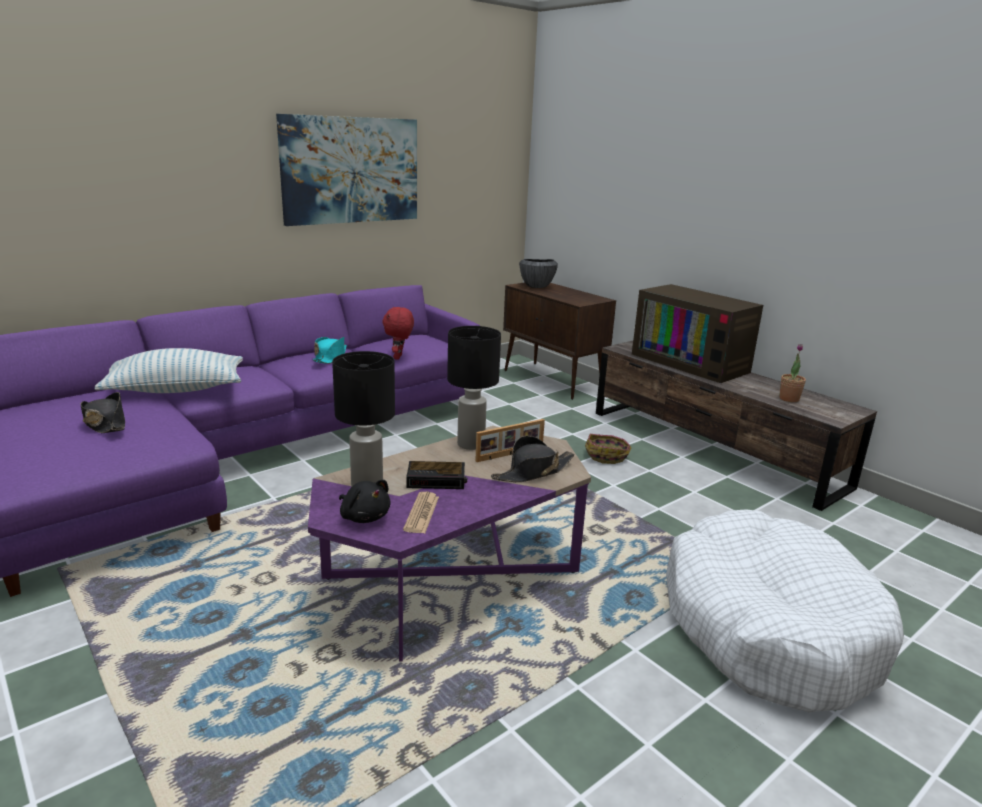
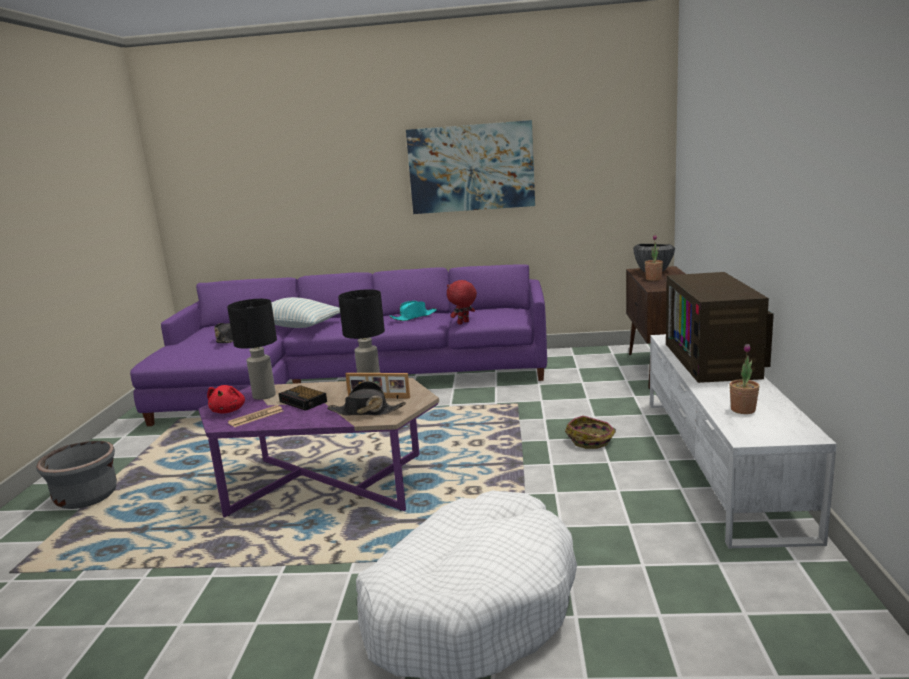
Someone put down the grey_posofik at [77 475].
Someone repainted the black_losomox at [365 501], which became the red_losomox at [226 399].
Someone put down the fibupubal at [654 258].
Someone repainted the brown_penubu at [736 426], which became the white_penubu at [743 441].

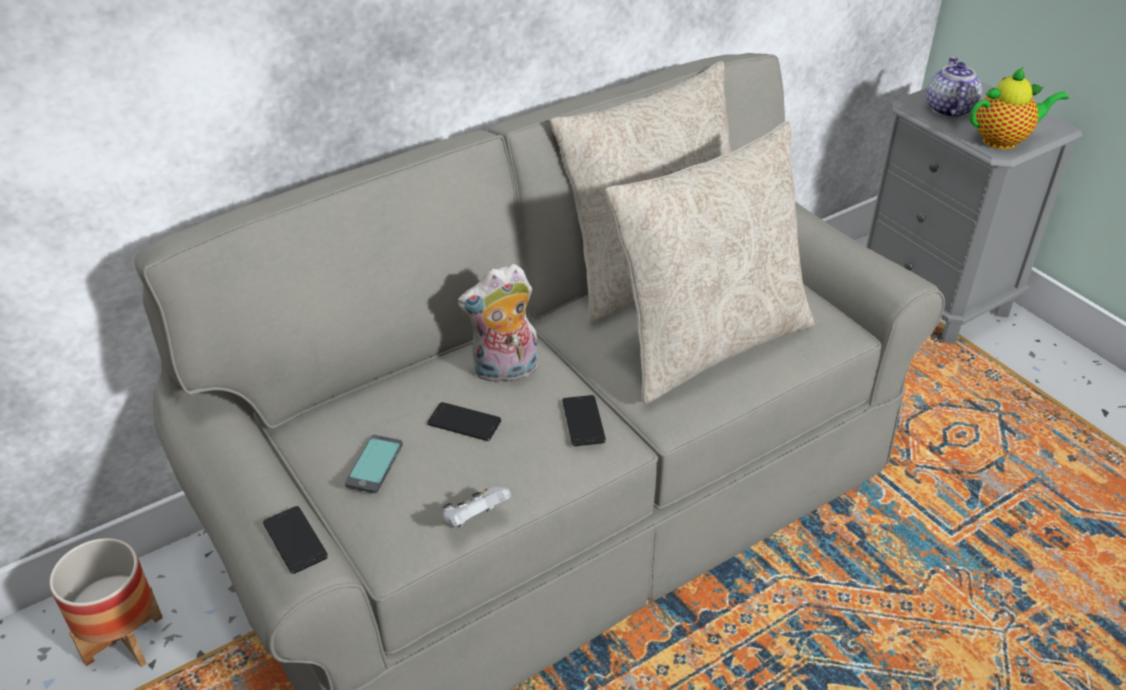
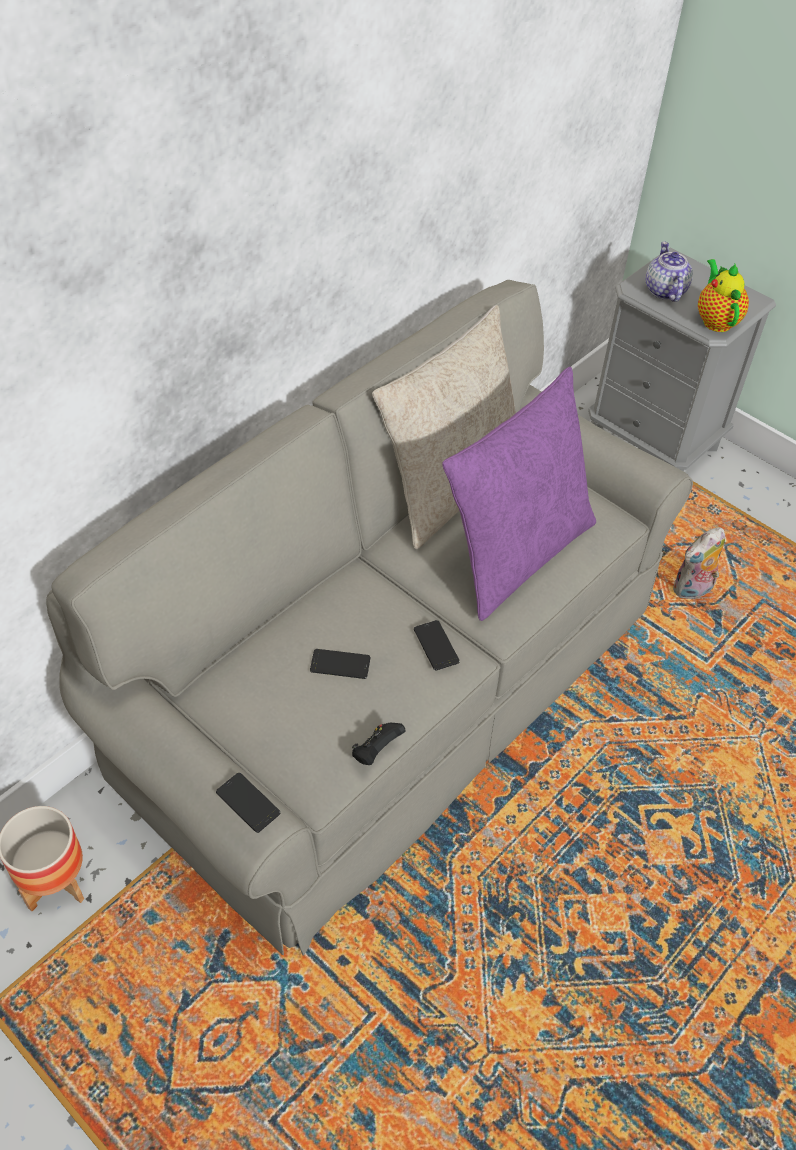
Someone repainted the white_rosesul at [477 507], which became the black_rosesul at [379 744].
Someone repainted the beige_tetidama at [710 262], which became the purple_tetidama at [519 494].
Someone carried the losomox from [497 324] to [699 563].
Someone rotated the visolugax at [1019 108] by 75 degrees counterclockwise.
Someone took away the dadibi at [374 464].

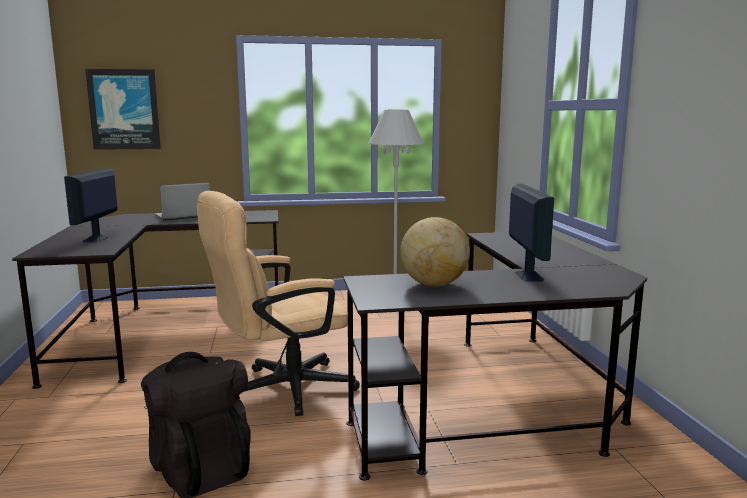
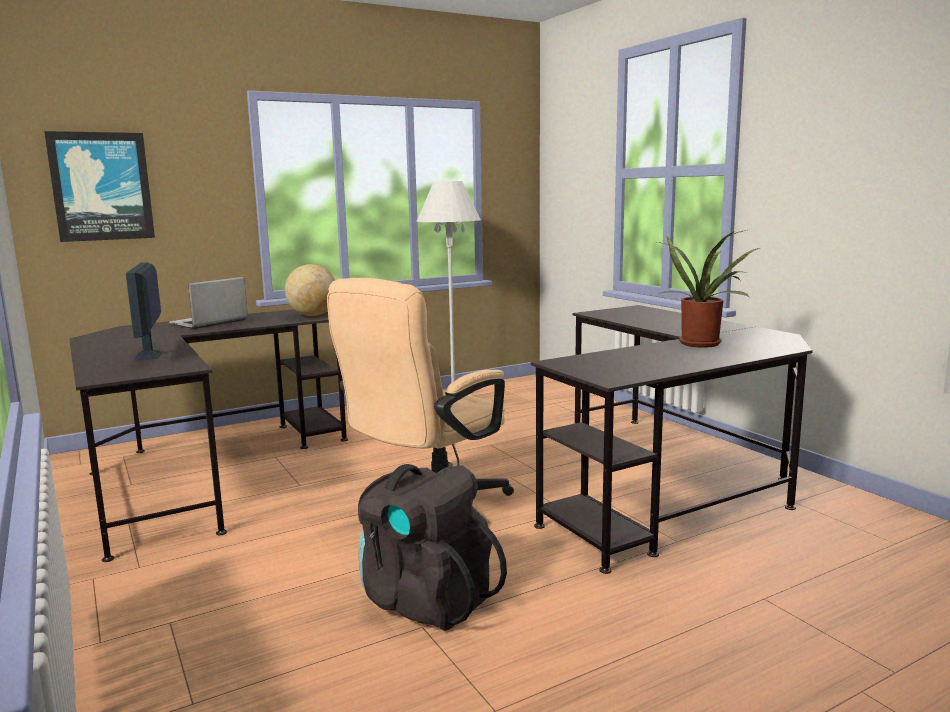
Someone carried the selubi from [435 251] to [310 290].
Someone swapped the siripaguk at [531 233] for the fibupubal at [709 289].

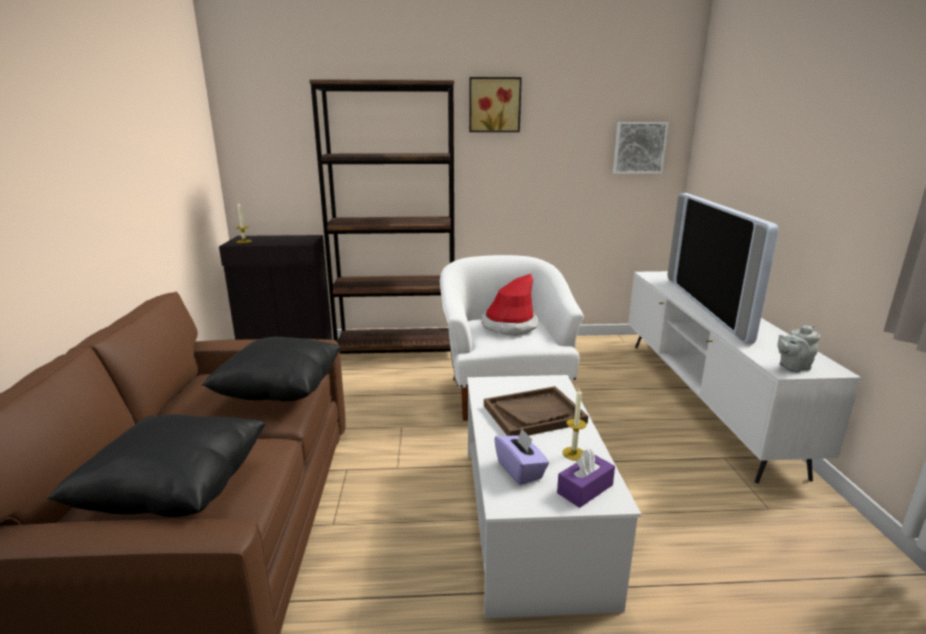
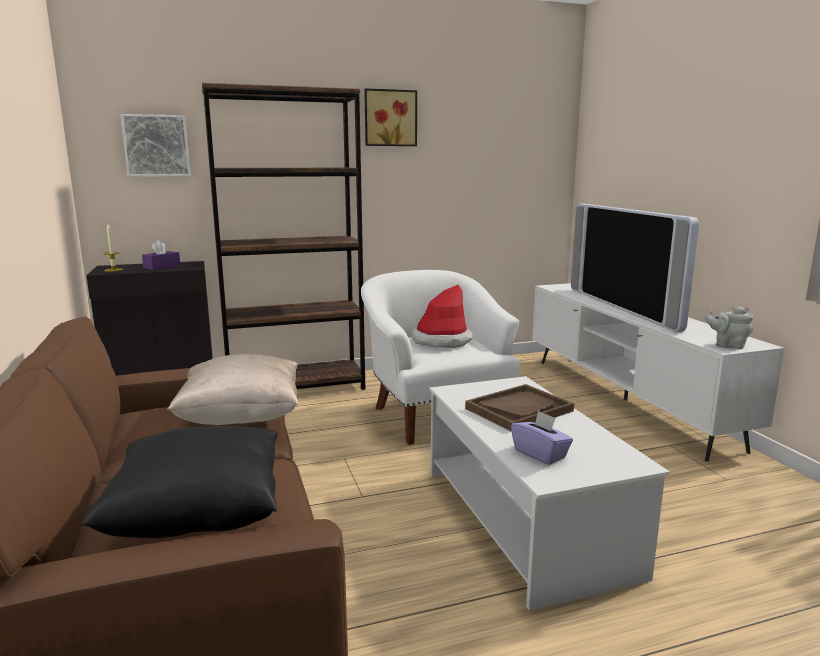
Someone carried the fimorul from [641 148] to [155 145].
Someone carried the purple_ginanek from [586 478] to [161 255].
Someone repainted the black_tetidama at [272 369], which became the beige_tetidama at [233 389].
Someone rotated the grey_visolugax at [799 348] by 60 degrees clockwise.
Someone took away the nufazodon at [575 424].

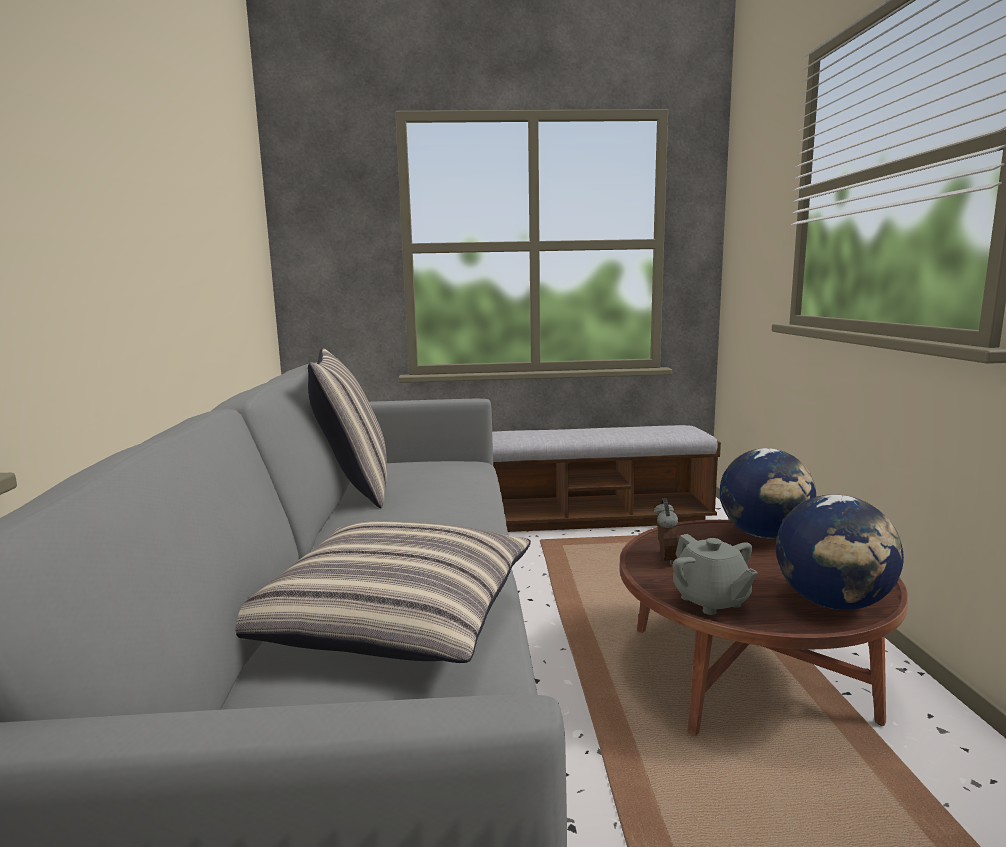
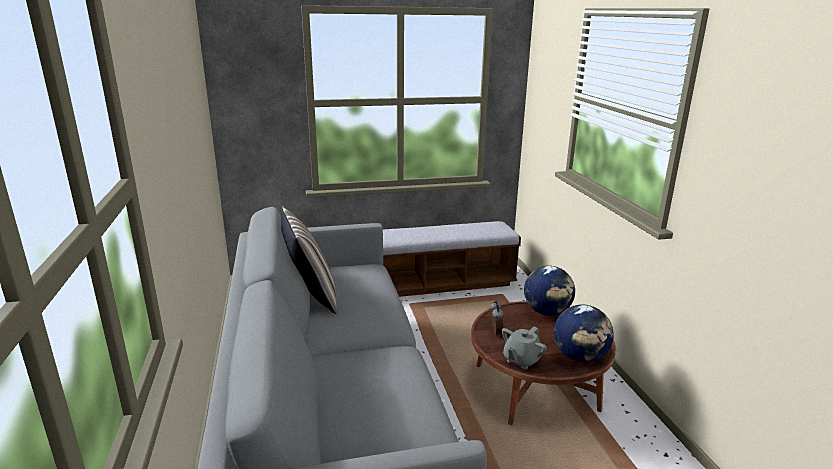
Someone rotated the grey_visolugax at [715 574] by 75 degrees clockwise.
Someone took away the tetidama at [383 591].

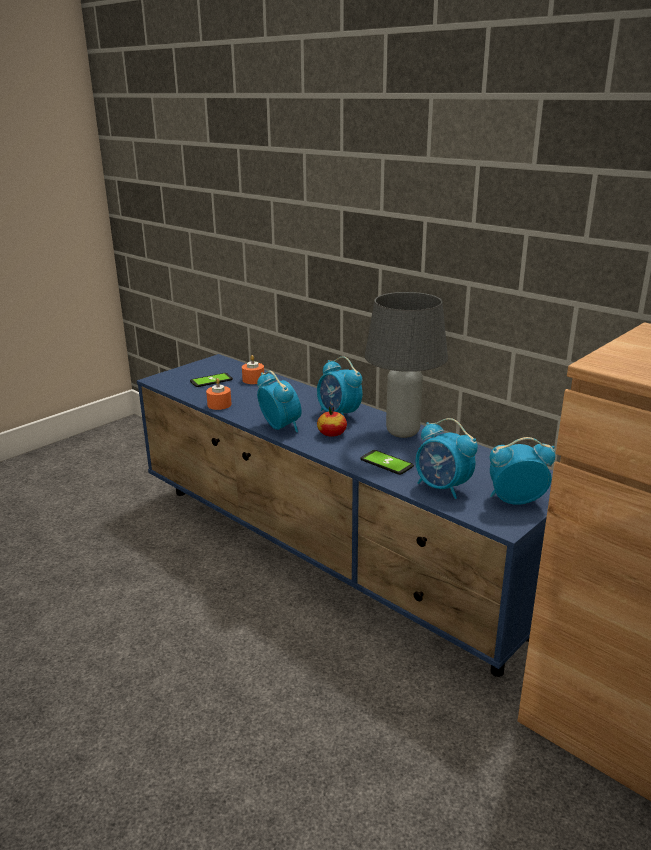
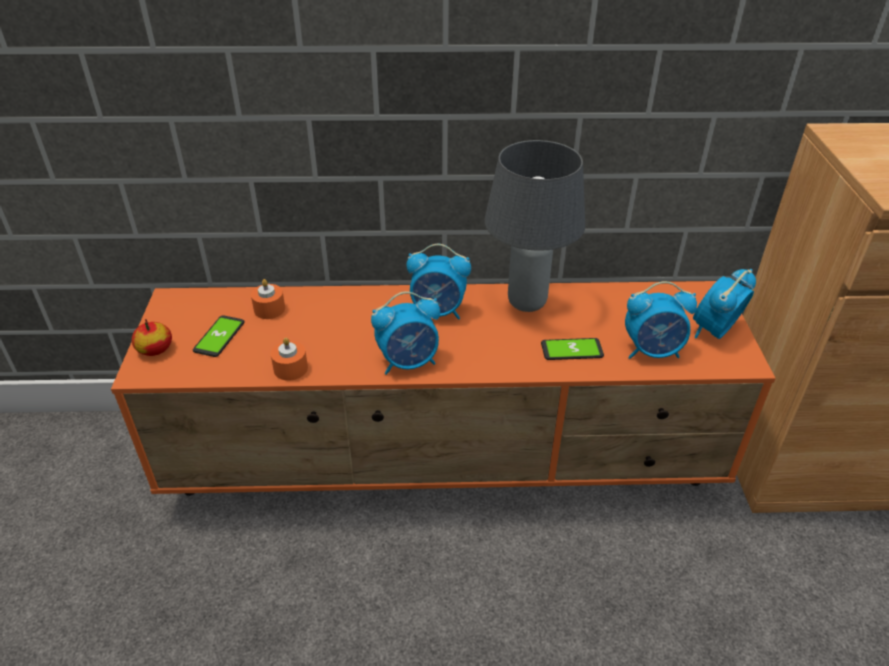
Someone repainted the blue_penubu at [345 515], which became the orange_penubu at [443 388].
Someone carried the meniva from [332 422] to [152 337].
Someone rotated the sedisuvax at [279 401] by 150 degrees clockwise.

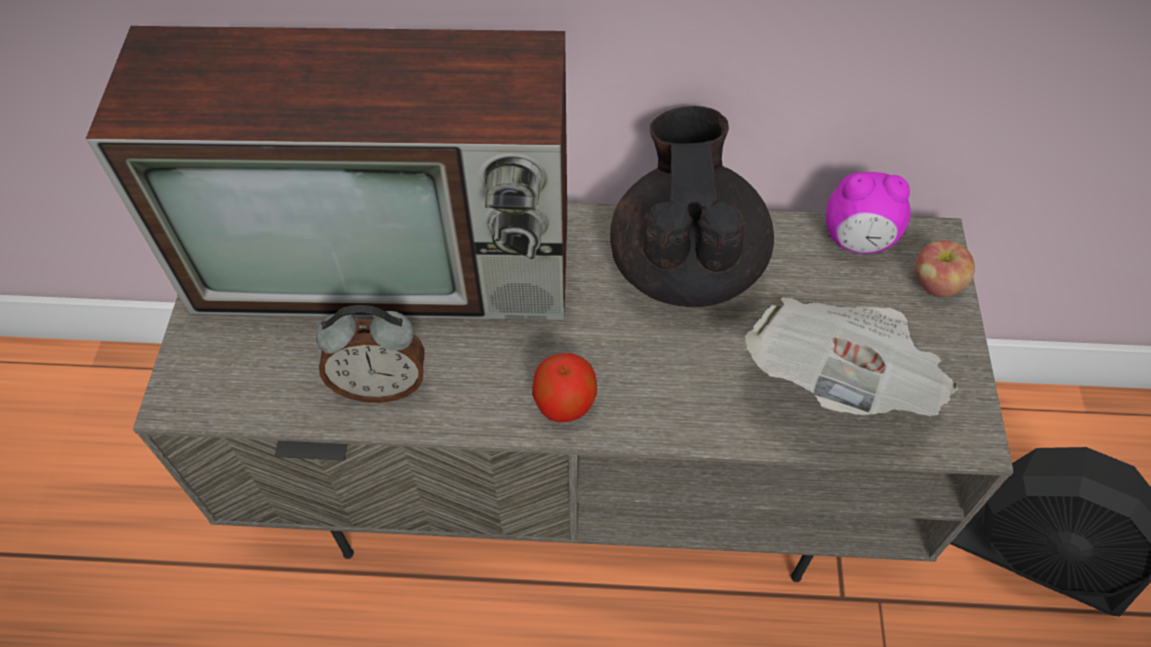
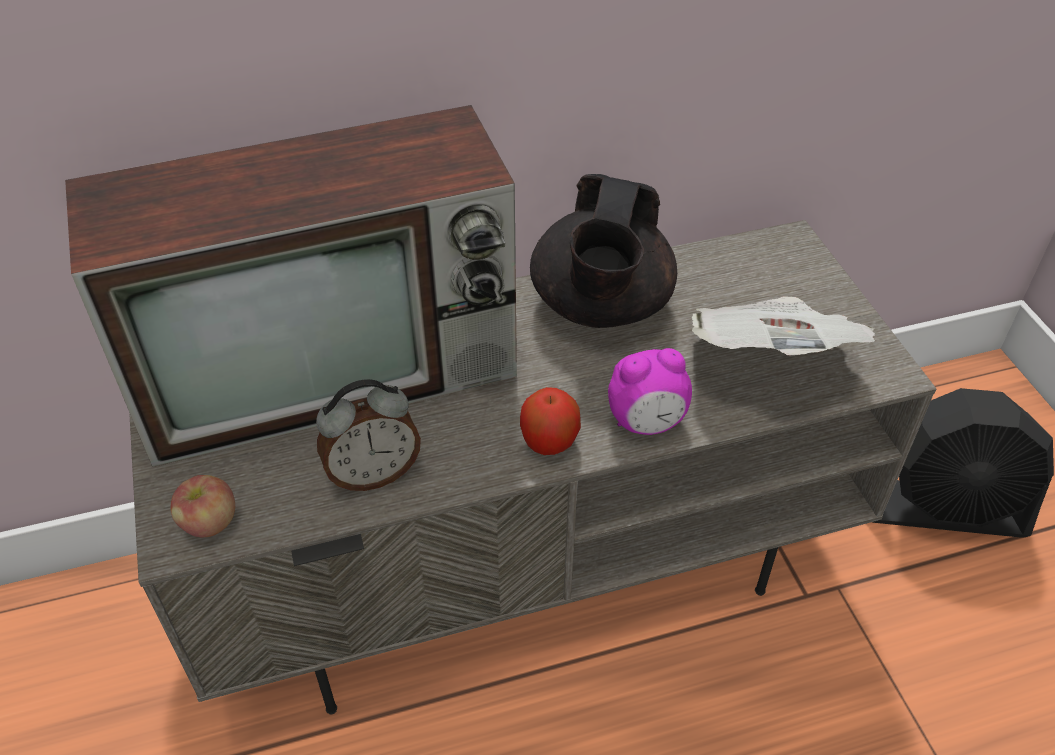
Someone carried the meniva from [945 269] to [202 506].
Someone rotated the black_visolugax at [692 206] by 150 degrees counterclockwise.
Someone carried the sedisuvax from [868 213] to [650 391].

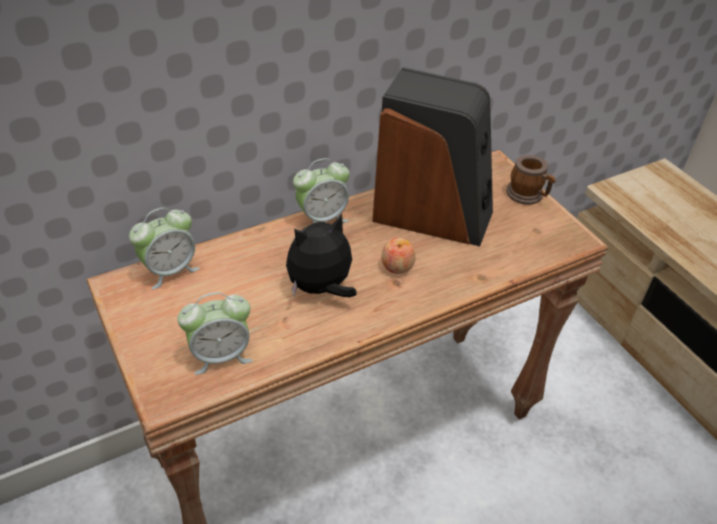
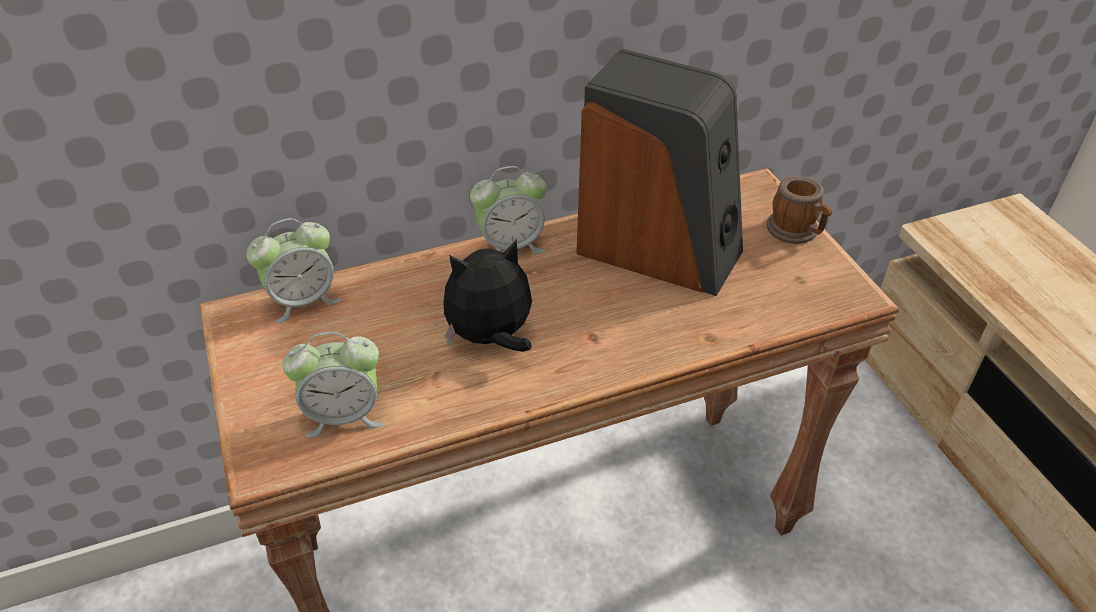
Someone took away the meniva at [399 256].

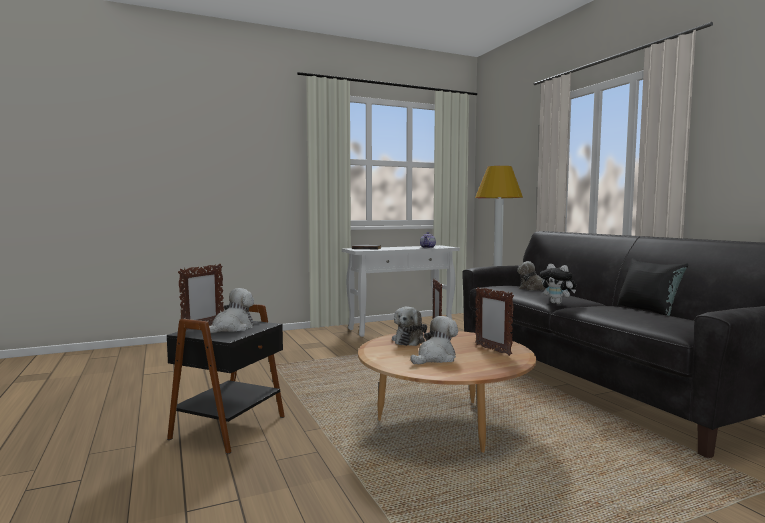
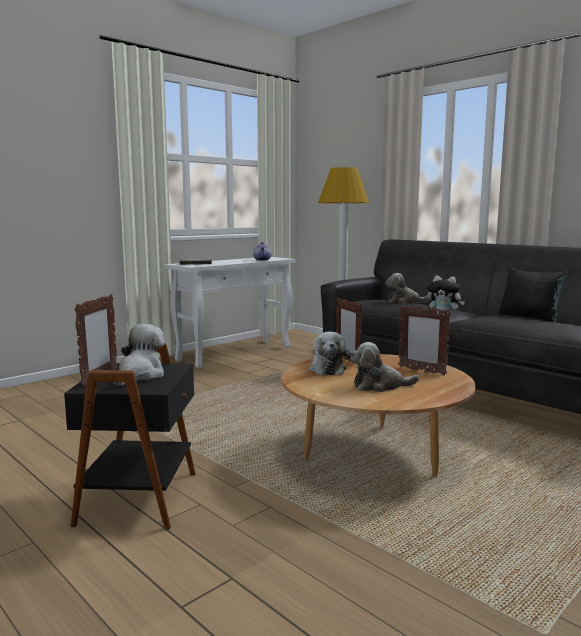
Someone rotated the losomox at [434 340] by 120 degrees counterclockwise.

